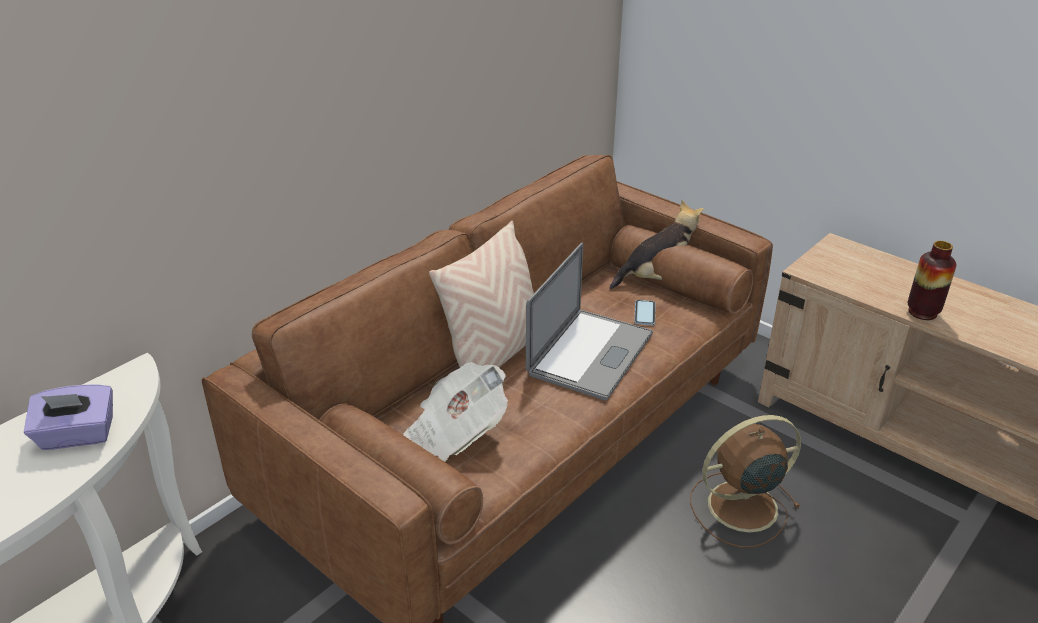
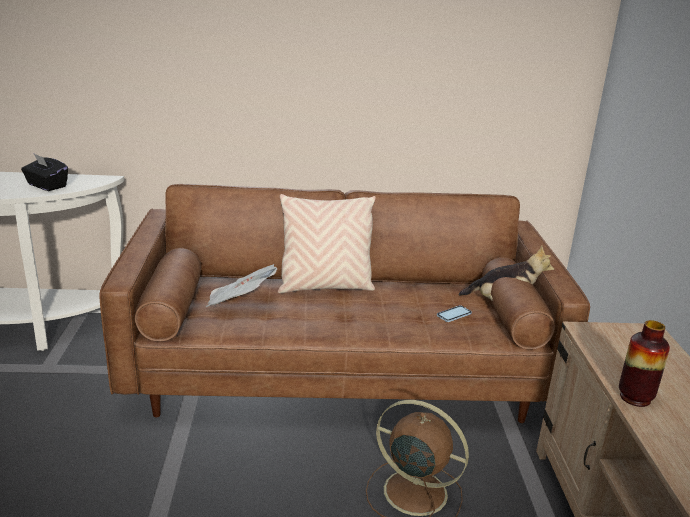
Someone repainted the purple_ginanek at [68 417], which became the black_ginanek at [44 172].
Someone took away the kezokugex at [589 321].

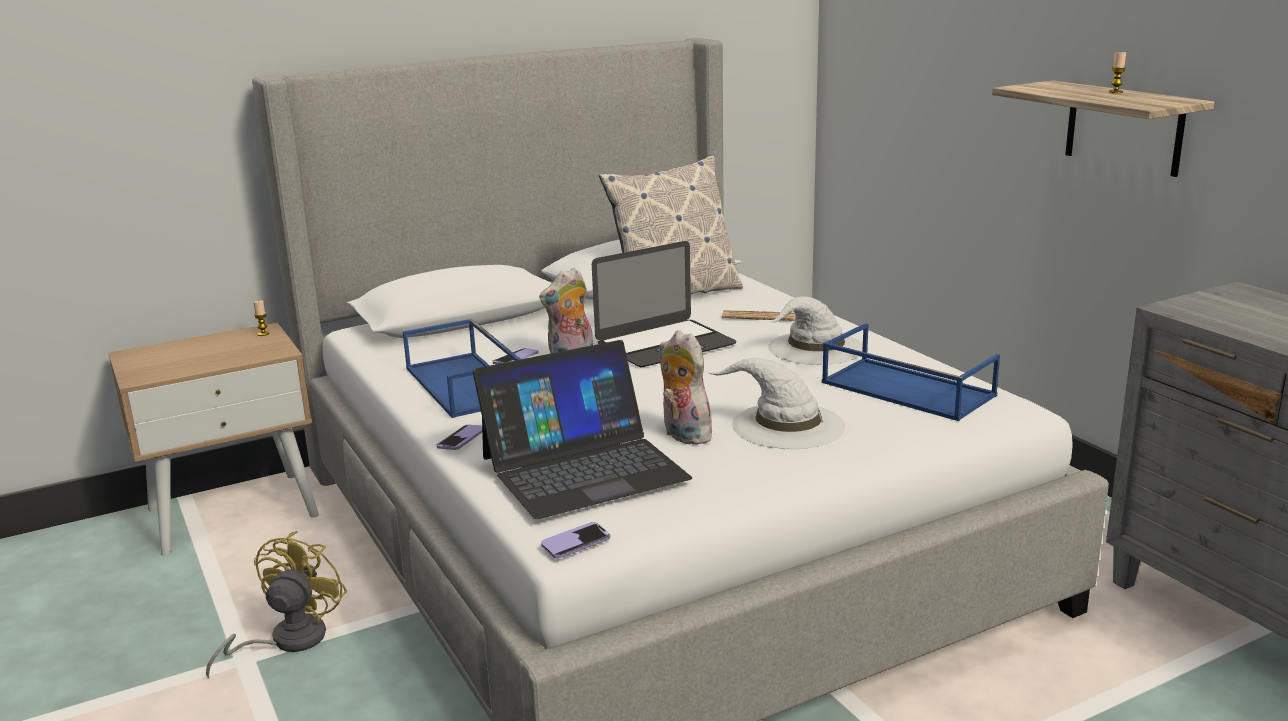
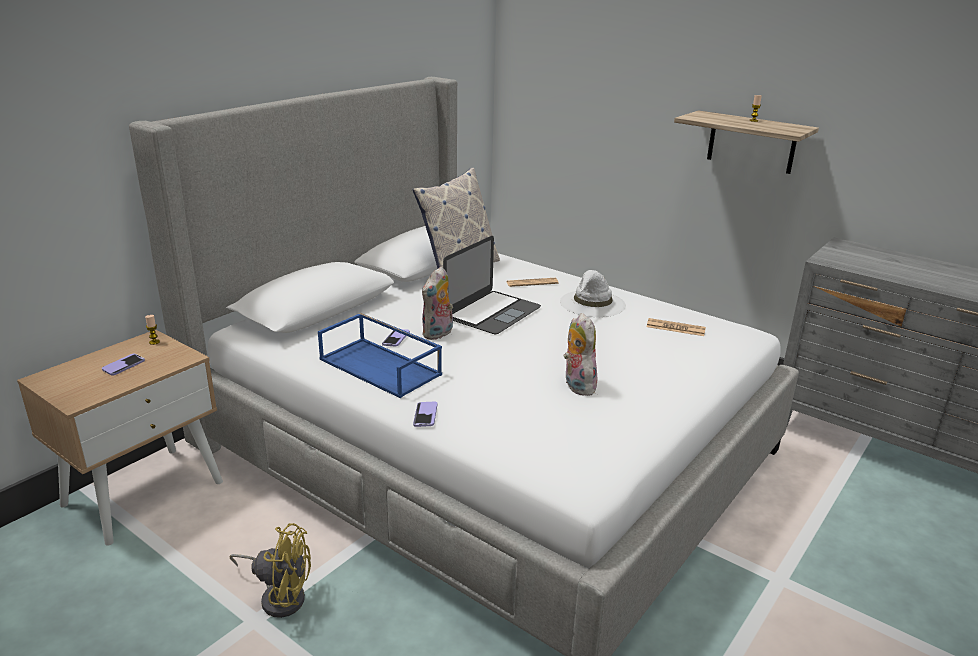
Someone carried the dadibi from [575 540] to [123 365].
Someone rotated the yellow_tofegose at [276 604] by 105 degrees clockwise.
Someone rotated the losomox at [688 387] by 45 degrees clockwise.
Someone swapped the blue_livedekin at [911 372] for the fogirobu at [676 327].
Someone took away the kezokugex at [582 429].
Someone took away the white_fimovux at [776 403].

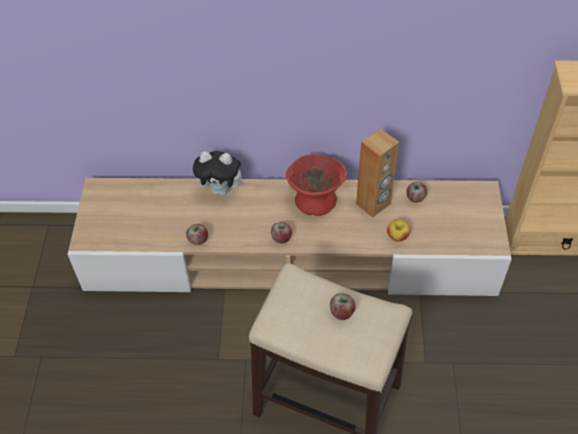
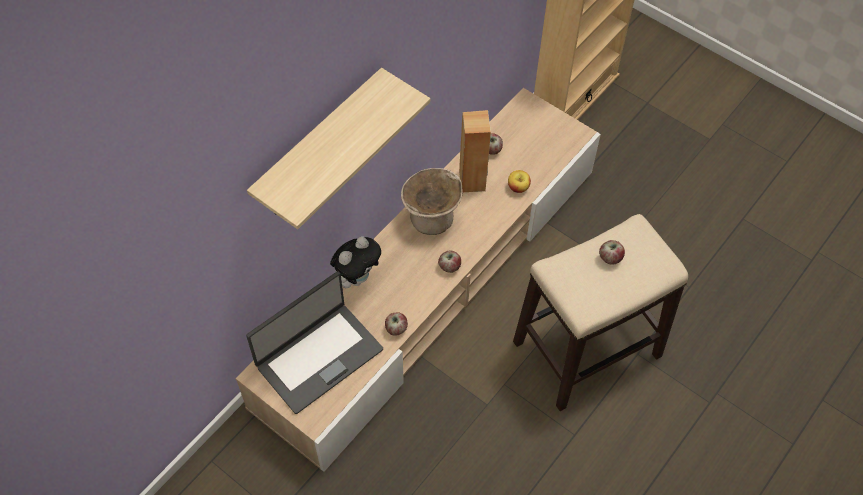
Someone put down the kezokugex at [314 342].
Someone put up the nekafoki at [338 148].
Someone repainted the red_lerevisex at [316 185], which became the beige_lerevisex at [431 201].

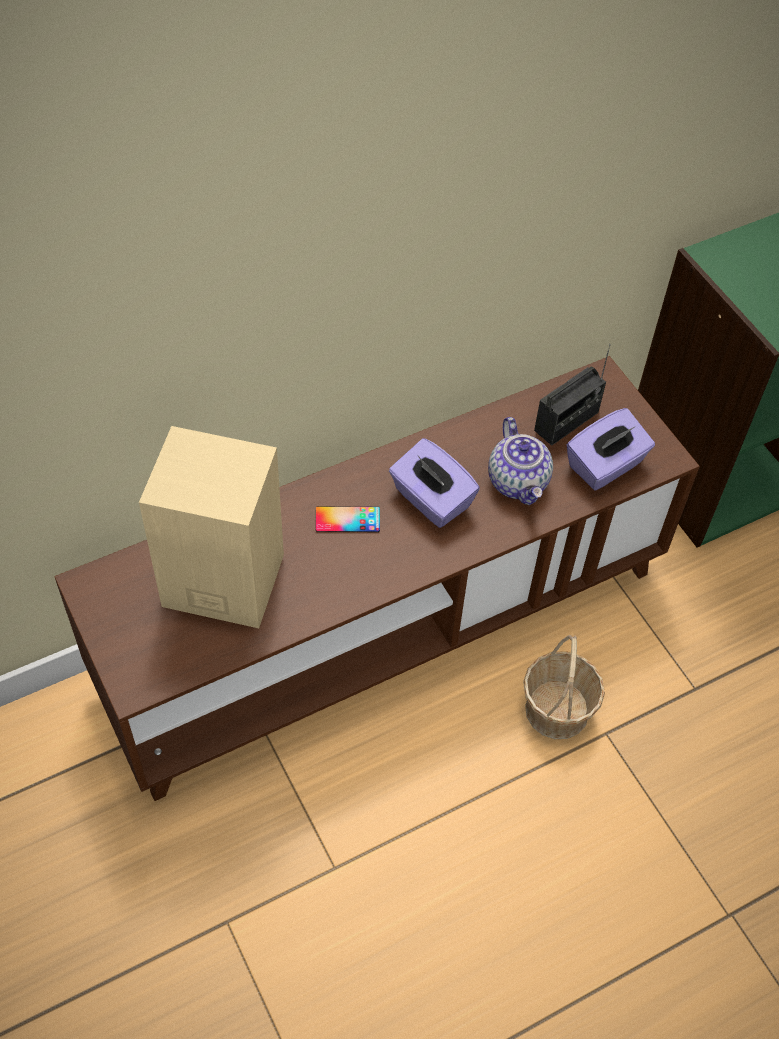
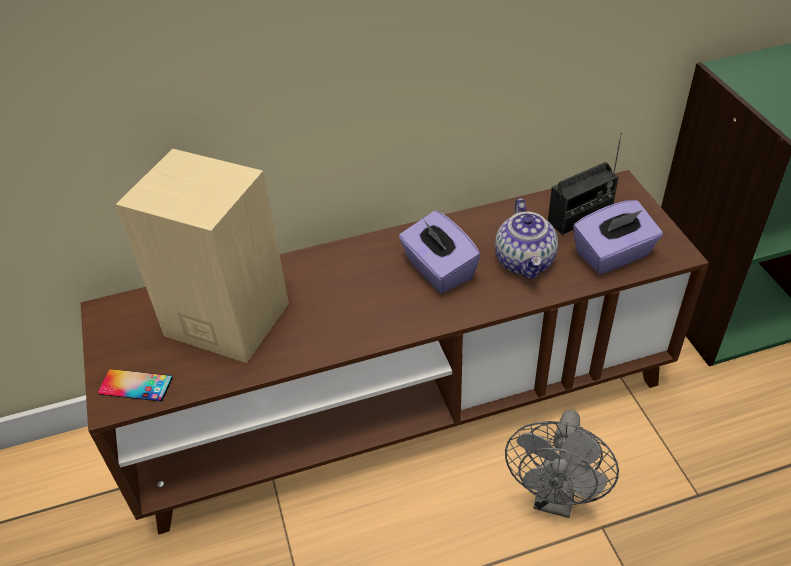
Someone carried the dadibi from [347 519] to [135 385].
Someone swapped the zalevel at [564 687] for the grey_tofegose at [562 464].

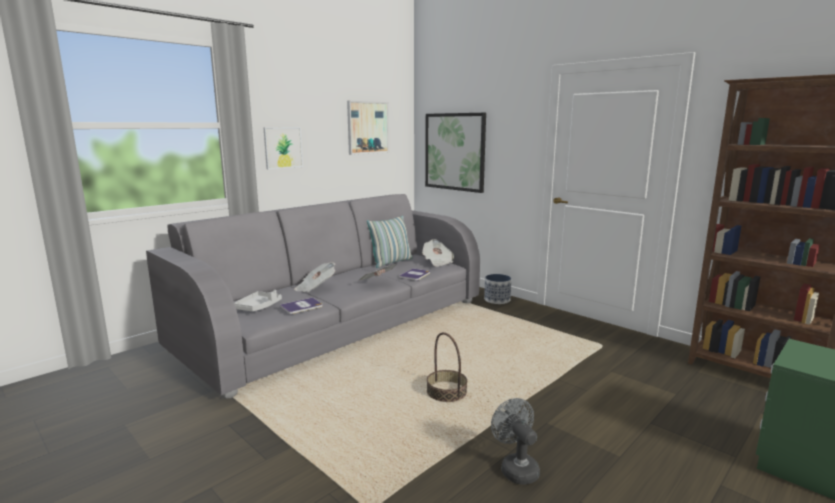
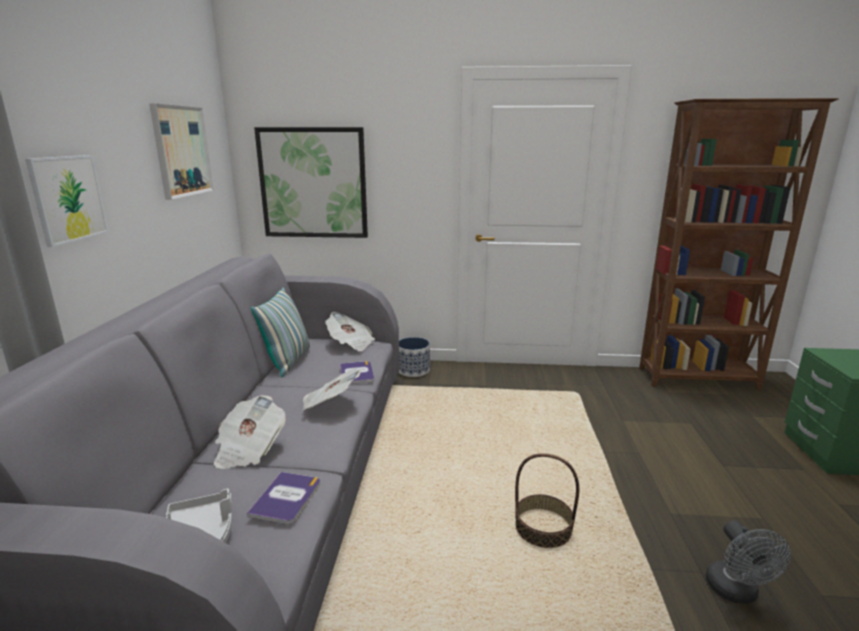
Someone rotated the grey_tofegose at [515 441] by 120 degrees counterclockwise.

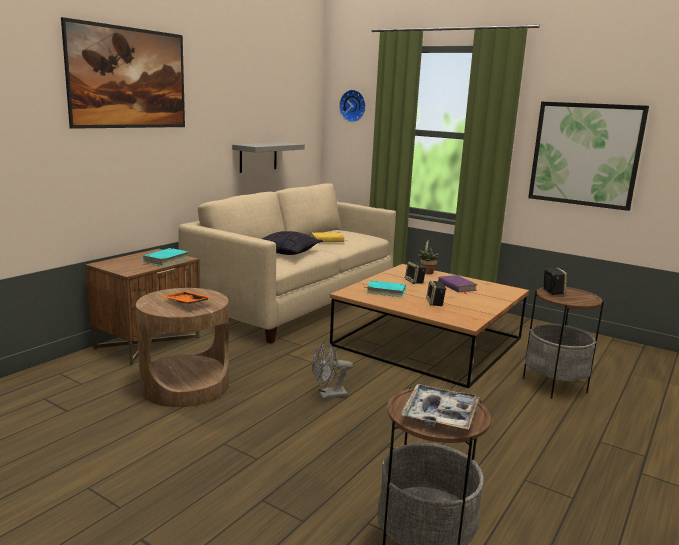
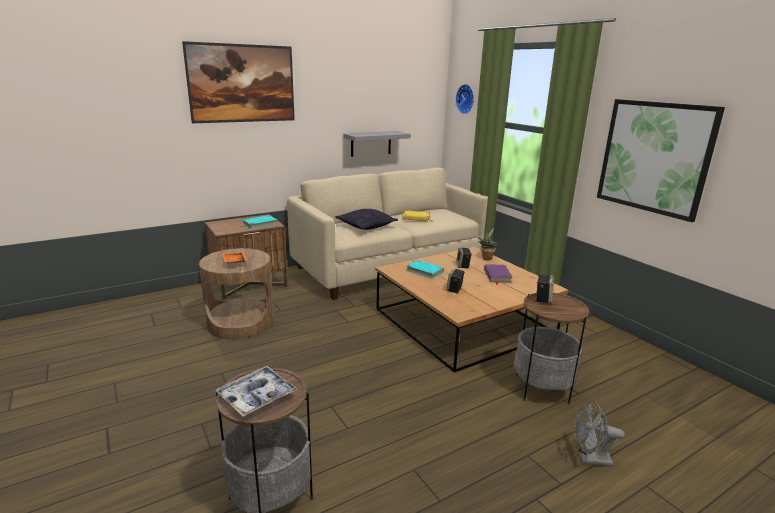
Someone carried the grey_tofegose from [332 370] to [600 434].

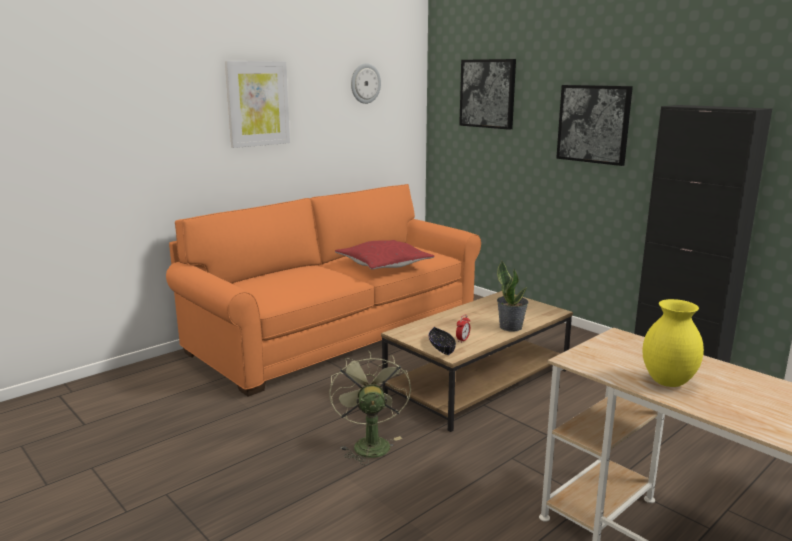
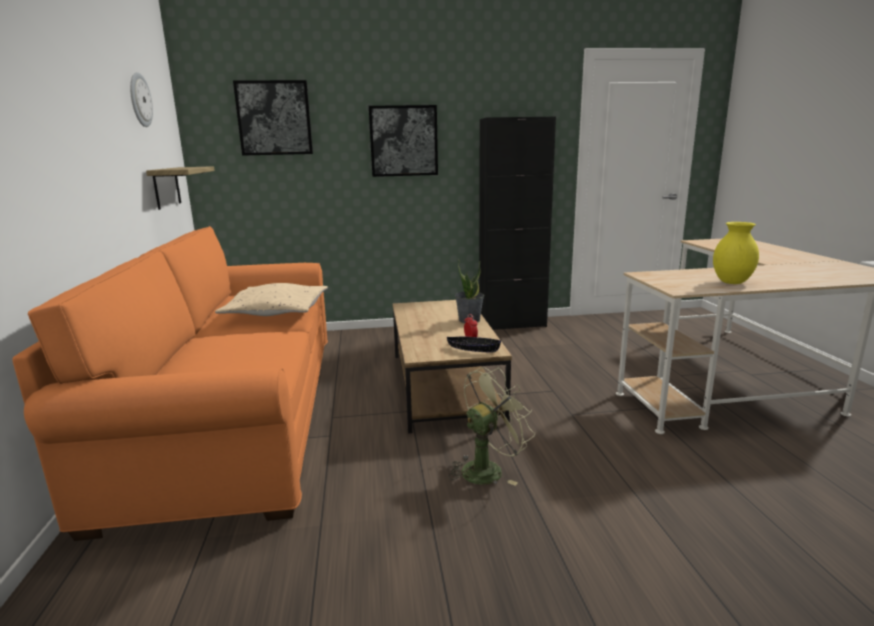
Someone put up the nekafoki at [180 188].
Someone repainted the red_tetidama at [385 255], which became the beige_tetidama at [271 299].
Someone rotated the green_tofegose at [370 408] by 120 degrees clockwise.
Someone took away the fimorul at [257 104].

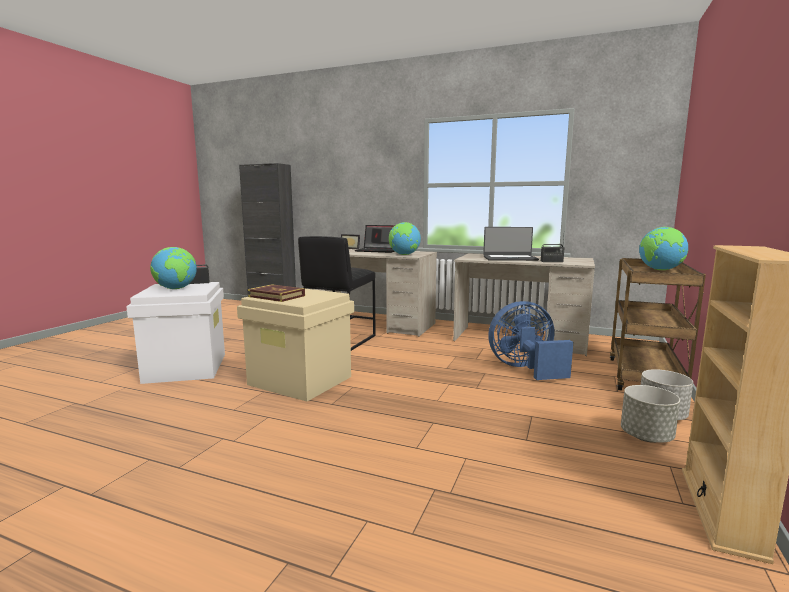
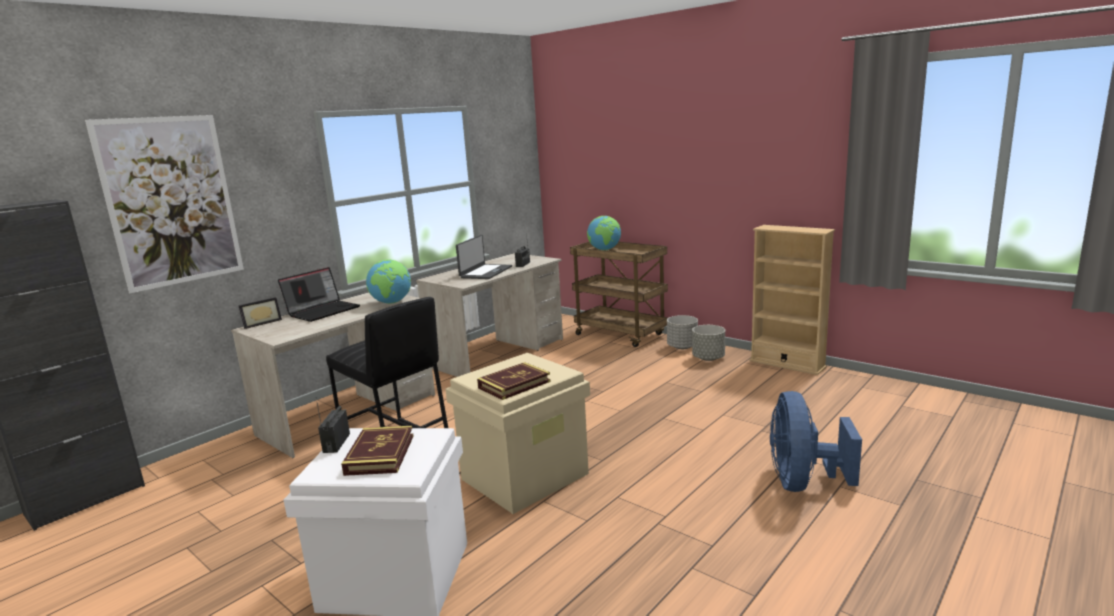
Someone put up the fimorul at [164 204].
Someone swapped the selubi at [173 268] for the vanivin at [377 451].
Someone carried the blue_tofegose from [530 340] to [816 441].

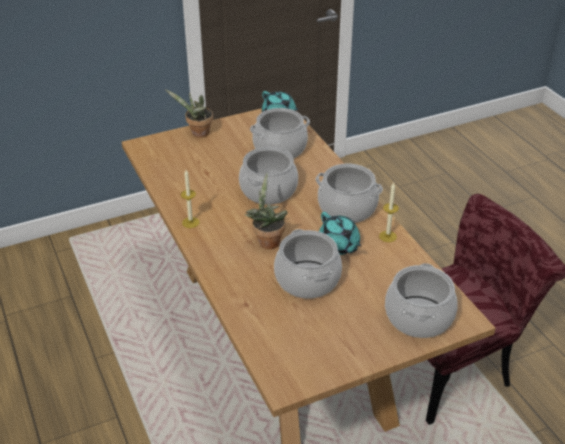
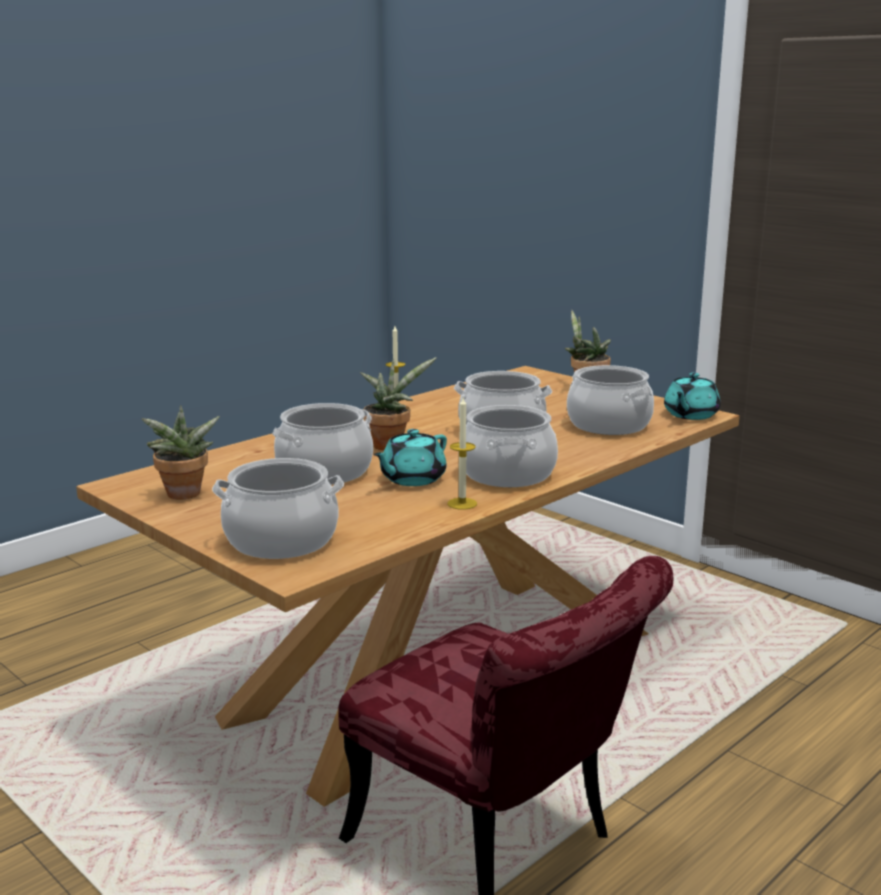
Someone put down the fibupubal at [180 452].

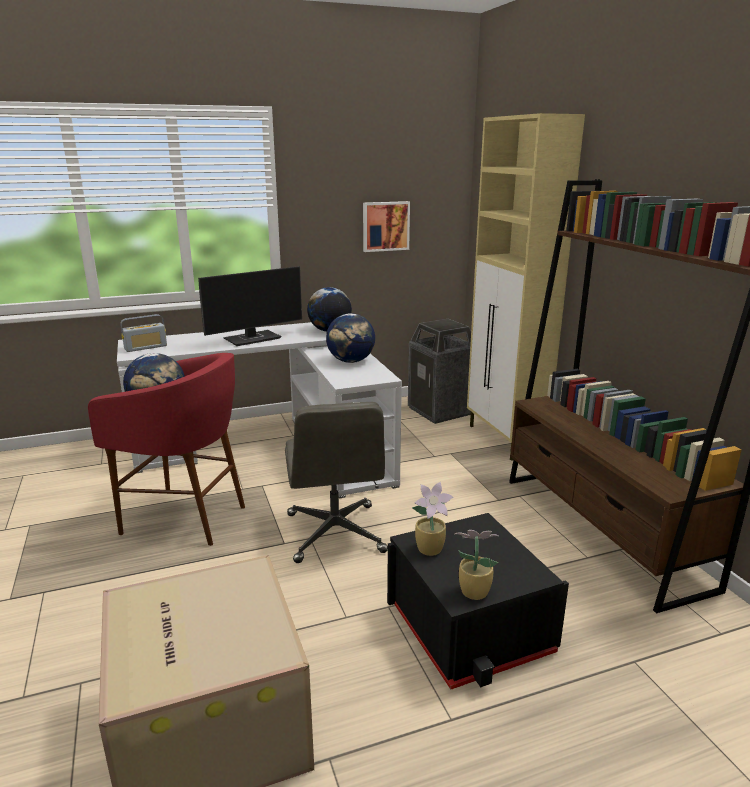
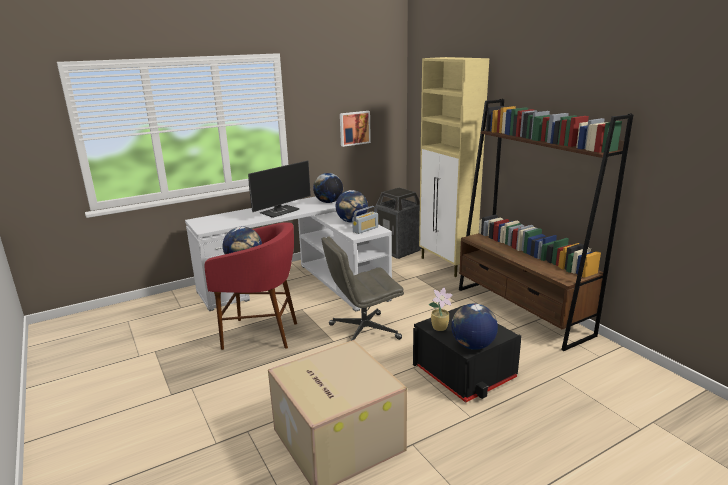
Someone rotated the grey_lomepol at [336 482] by 90 degrees clockwise.
Someone carried the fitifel from [143 333] to [365 220].
Someone swapped the fibupubal at [476 565] for the selubi at [474 326].

